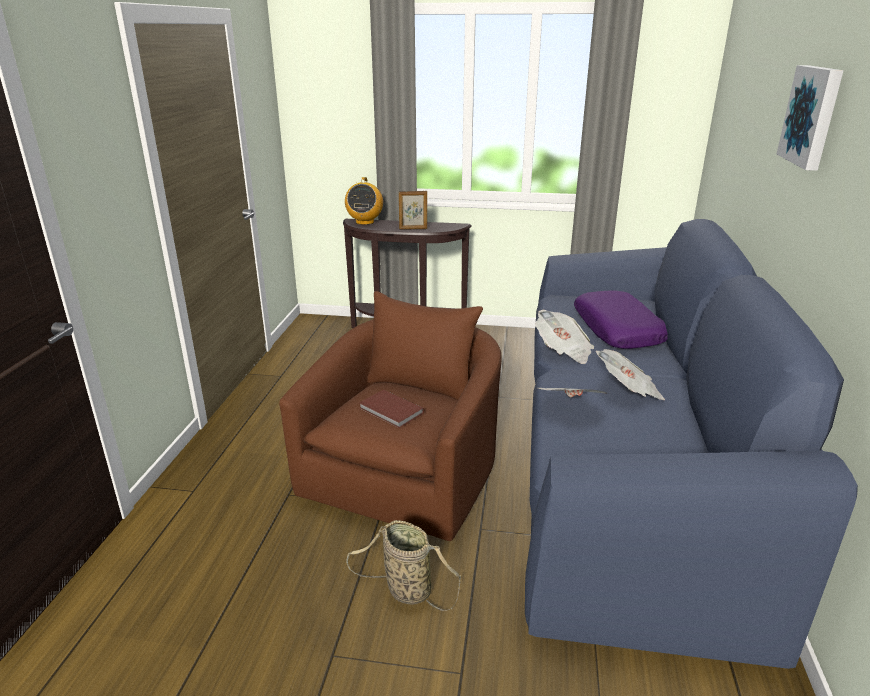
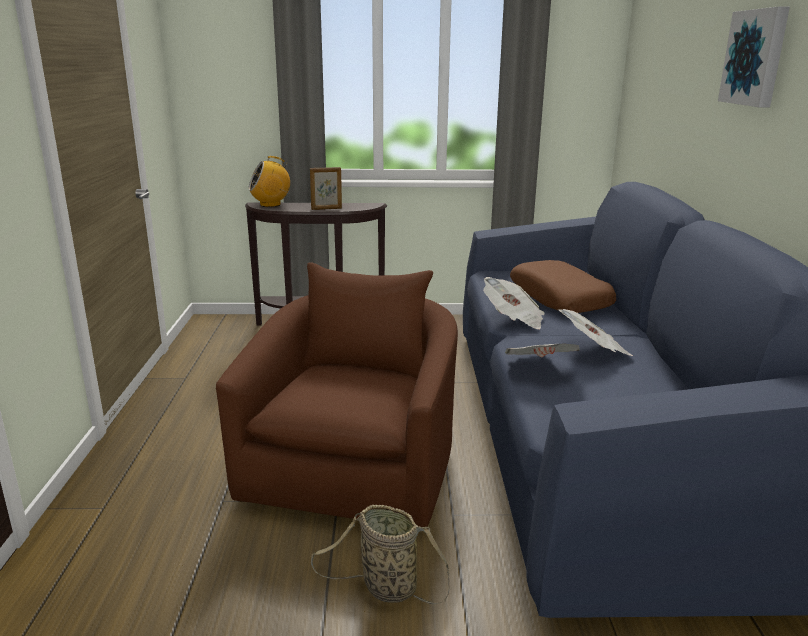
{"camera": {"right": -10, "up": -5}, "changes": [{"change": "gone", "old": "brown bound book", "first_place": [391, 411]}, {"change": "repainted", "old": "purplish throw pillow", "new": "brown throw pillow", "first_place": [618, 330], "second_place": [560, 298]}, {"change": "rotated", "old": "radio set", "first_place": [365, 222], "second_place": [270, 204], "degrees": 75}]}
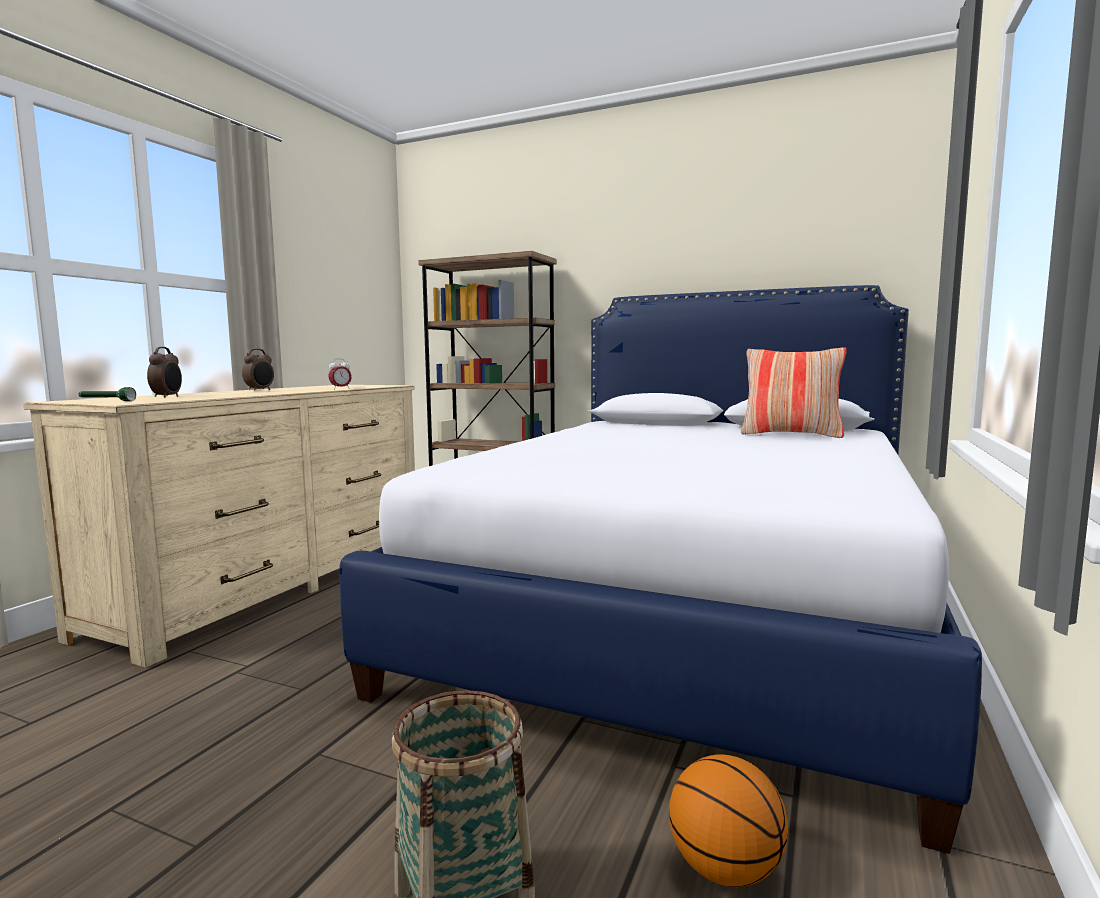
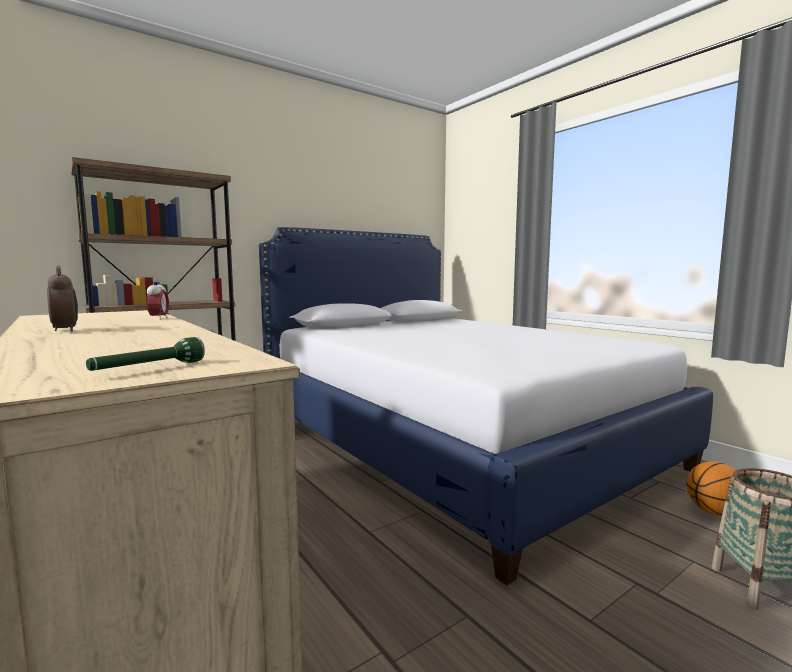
{"camera": {"right": -60, "up": 0}, "changes": [{"change": "gone", "old": "table clock", "first_place": [167, 397]}, {"change": "gone", "old": "throw pillow", "first_place": [791, 434]}]}
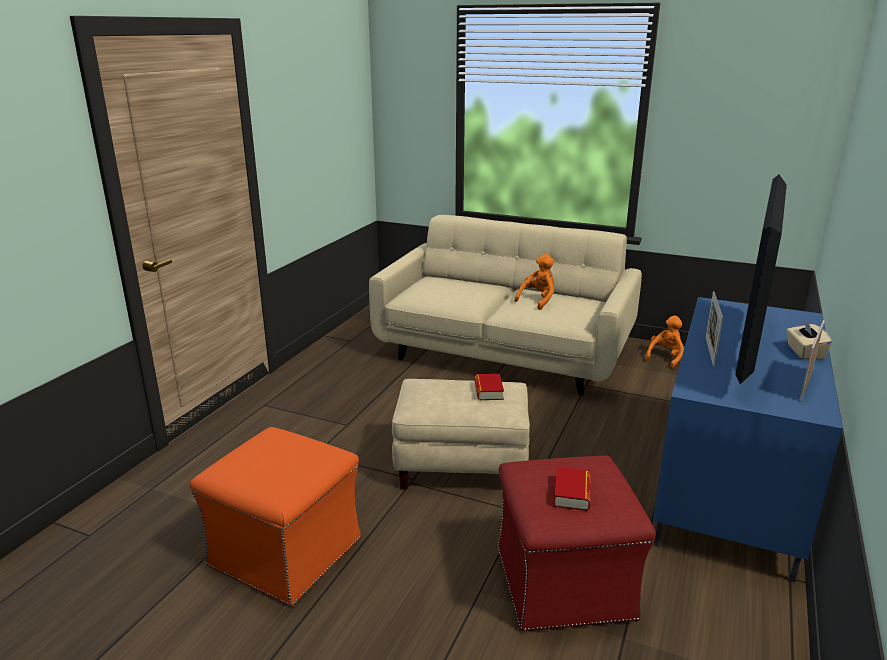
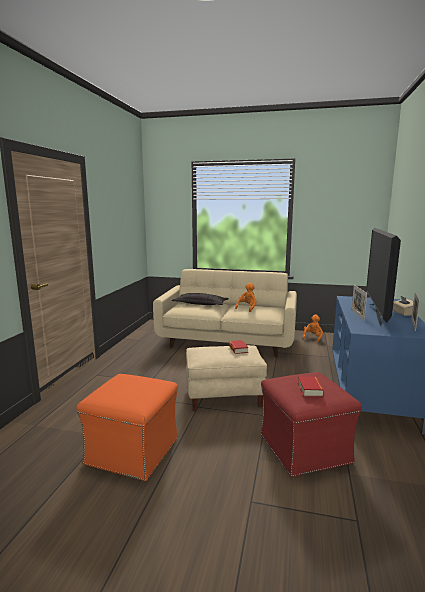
{"camera": {"right": -10, "up": -10}, "changes": [{"change": "new", "new": "throw pillow", "second_place": [200, 304]}]}
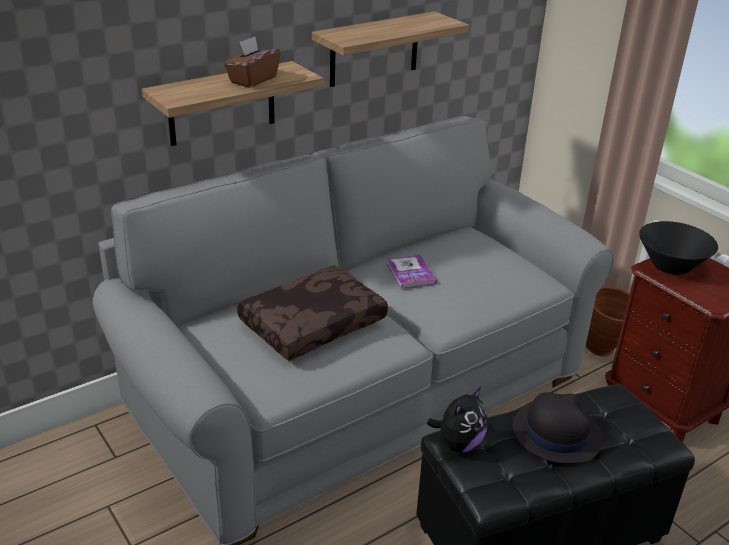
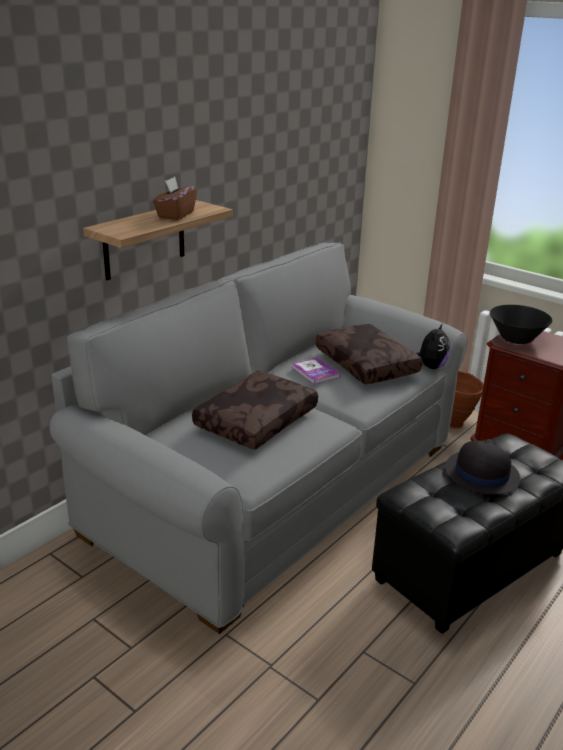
{"camera": {"right": -15, "up": -5}, "changes": [{"change": "gone", "old": "shelf", "first_place": [374, 49]}, {"change": "new", "new": "brown throw pillow", "second_place": [368, 364]}, {"change": "shifted", "old": "plush toy", "first_place": [458, 443], "second_place": [430, 366]}]}
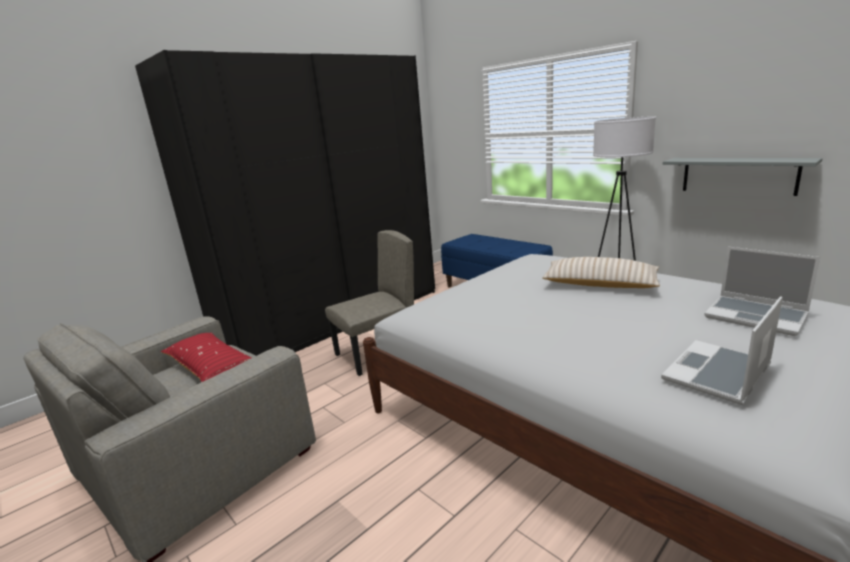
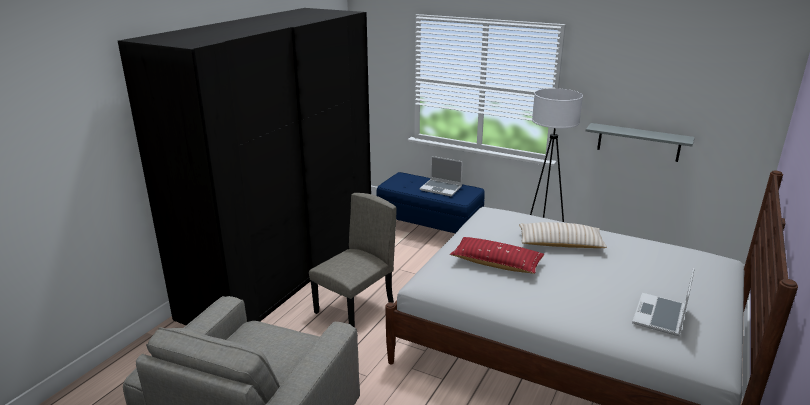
{"camera": {"right": -20, "up": 5}, "changes": [{"change": "shifted", "old": "red-coloured throw pillow", "first_place": [211, 368], "second_place": [496, 263]}, {"change": "shifted", "old": "laptop", "first_place": [757, 316], "second_place": [441, 188]}]}
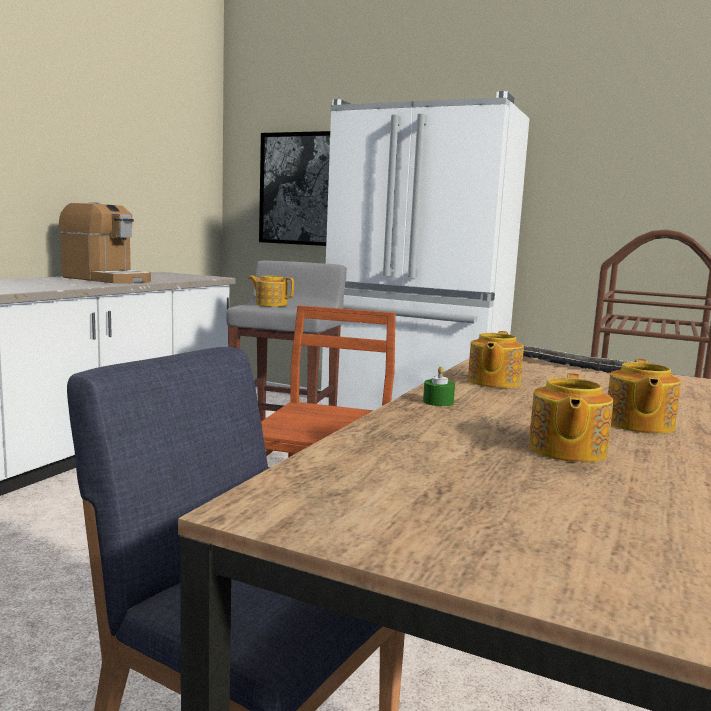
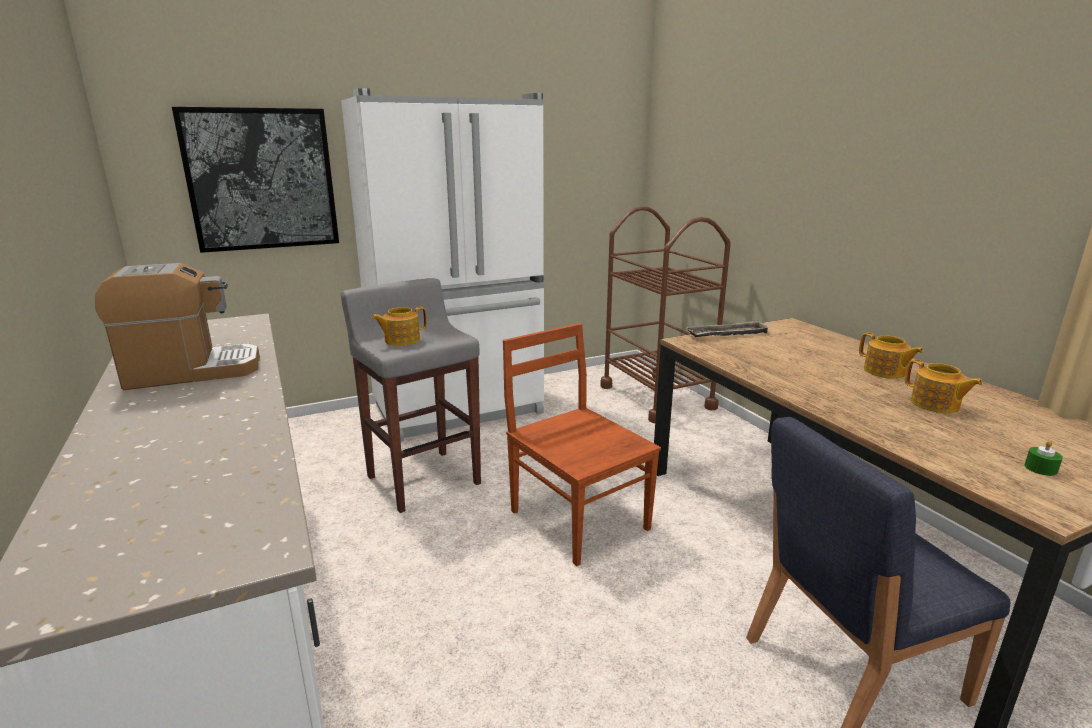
{"camera": {"right": -50, "up": 10}, "changes": [{"change": "gone", "old": "tea pot", "first_place": [492, 382]}, {"change": "shifted", "old": "green candle", "first_place": [438, 402], "second_place": [1040, 469]}]}
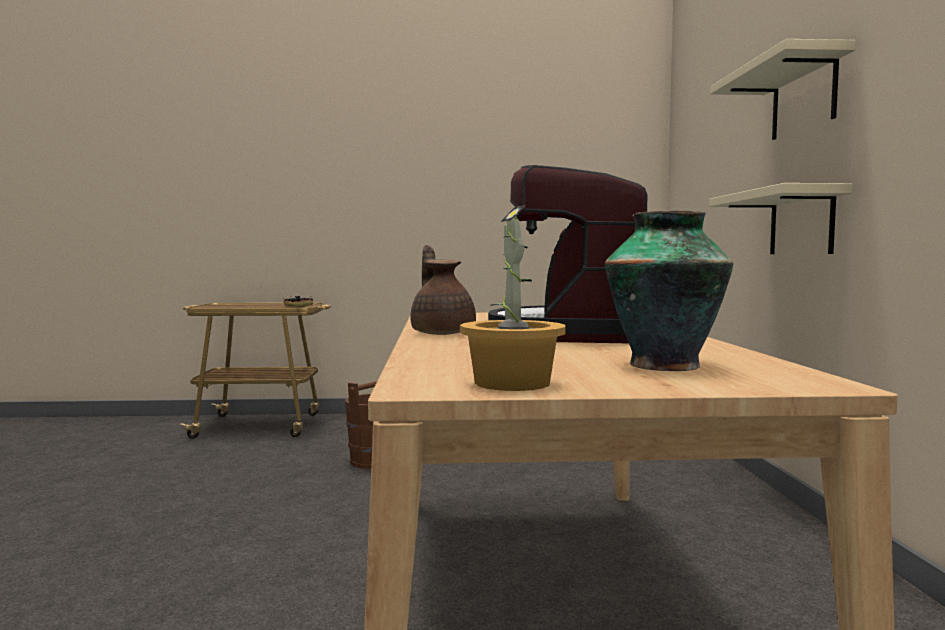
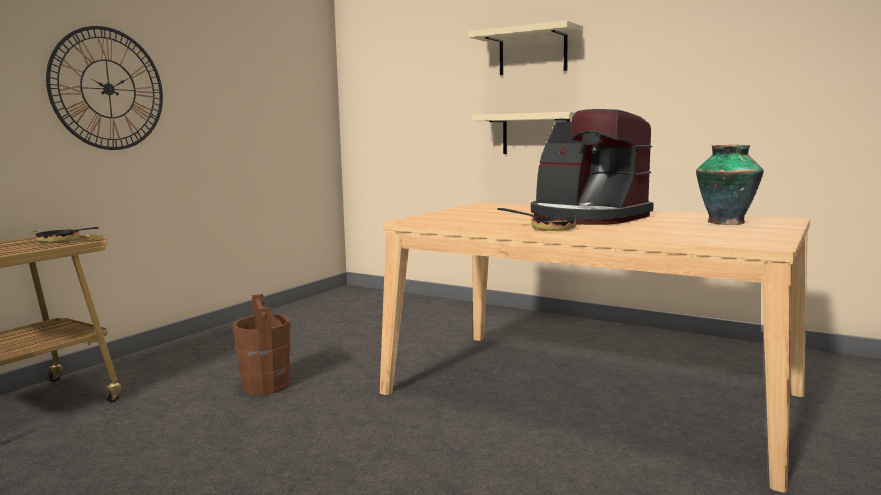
{"camera": {"right": -55, "up": 5}, "changes": [{"change": "gone", "old": "potted plant", "first_place": [513, 383]}, {"change": "new", "new": "hanging clock", "second_place": [108, 89]}, {"change": "swapped", "old": "brown tea pot", "new": "skillet", "first_place": [442, 333], "second_place": [546, 228]}]}
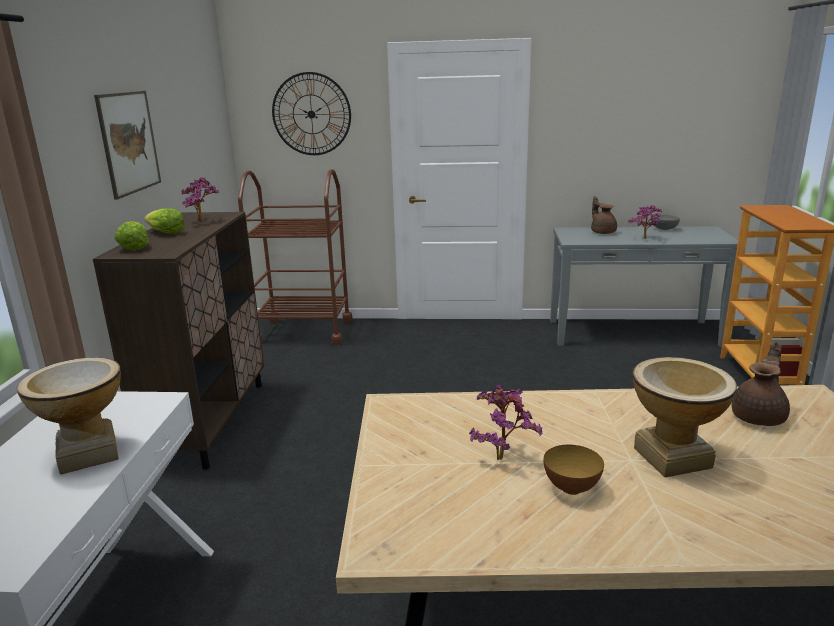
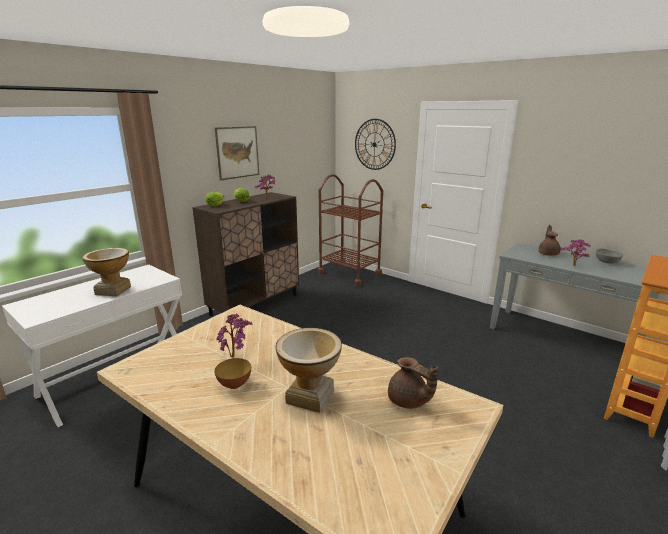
{"camera": {"right": 35, "up": 0}, "changes": [{"change": "rotated", "old": "brown tea pot", "first_place": [759, 417], "second_place": [408, 401], "degrees": 60}]}
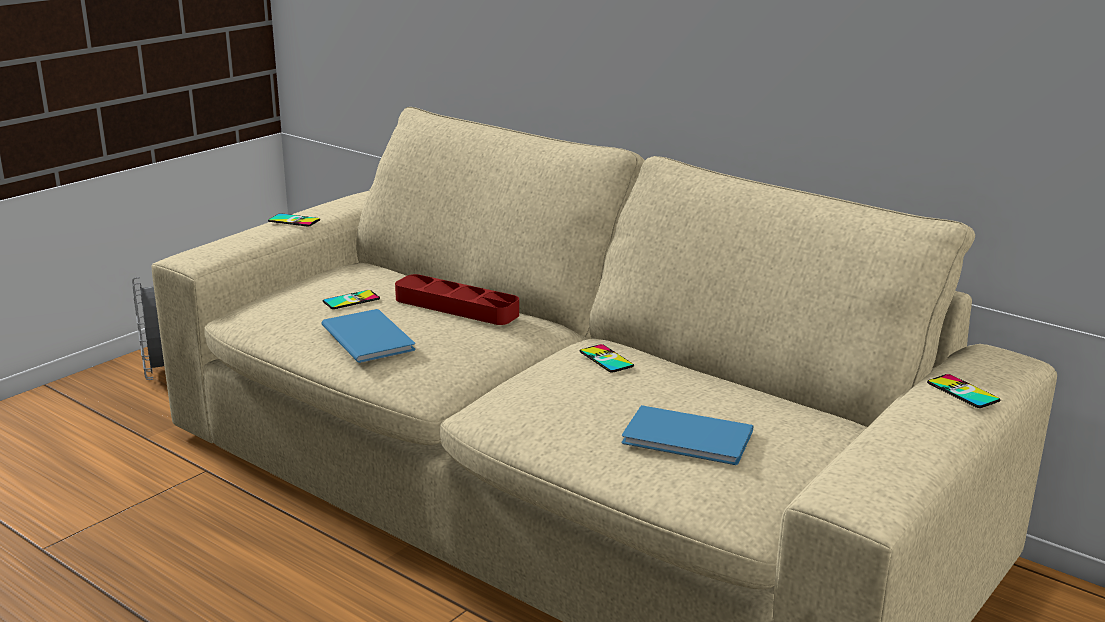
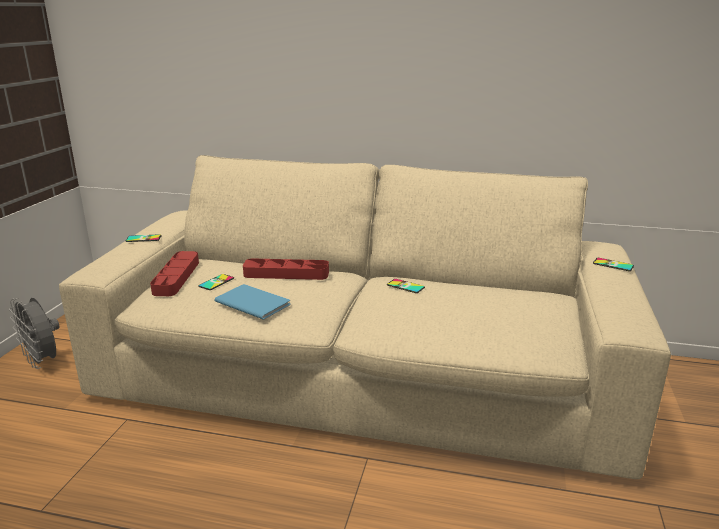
{"camera": {"right": -25, "up": 0}, "changes": [{"change": "gone", "old": "blue-coloured bound book", "first_place": [690, 439]}, {"change": "new", "new": "red-coloured tray", "second_place": [176, 277]}]}
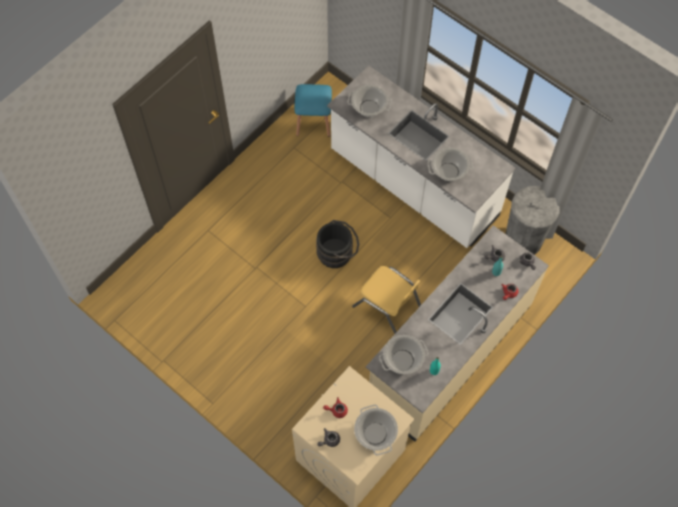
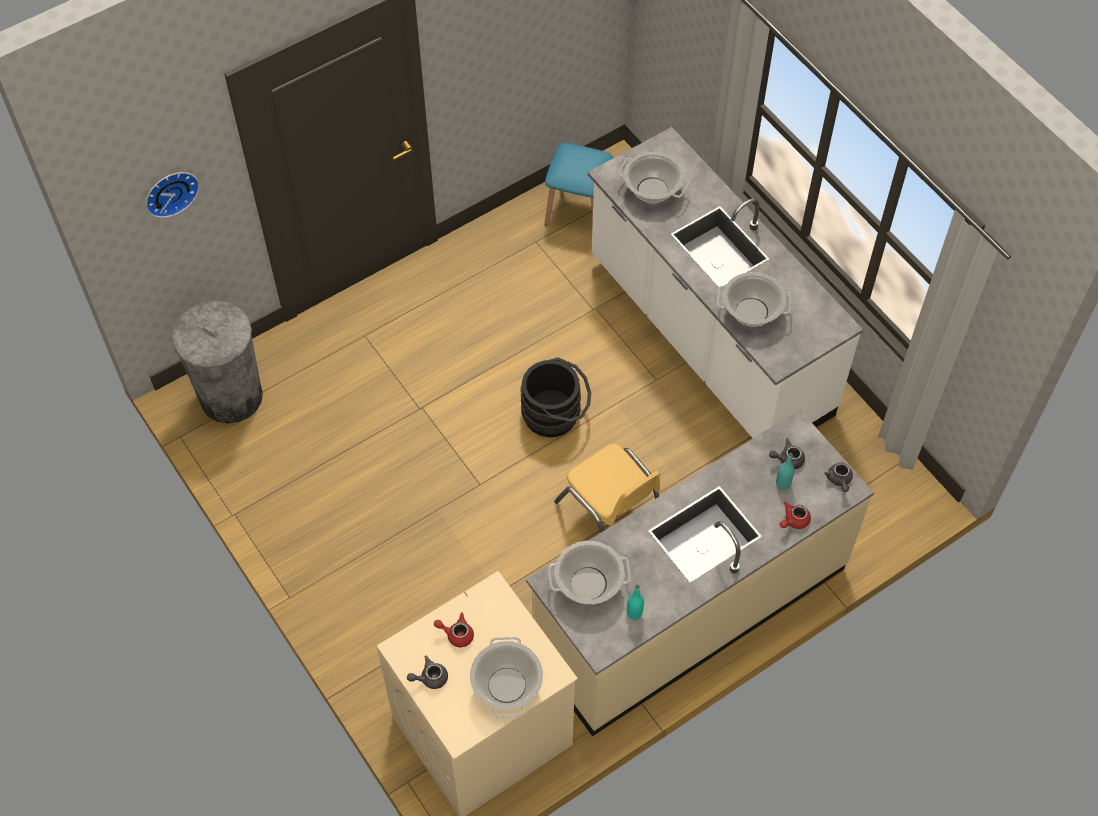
{"camera": {"right": 15, "up": -5}, "changes": [{"change": "new", "new": "hanging clock", "second_place": [170, 191]}, {"change": "shifted", "old": "greyish waste bin", "first_place": [523, 240], "second_place": [231, 396]}]}
